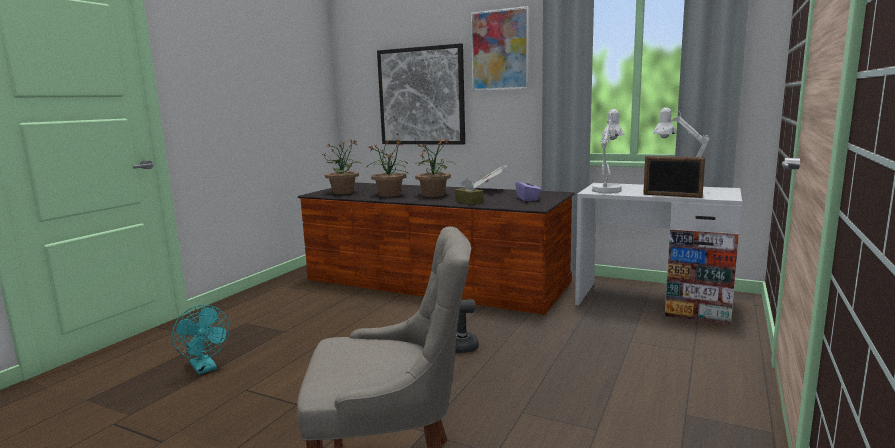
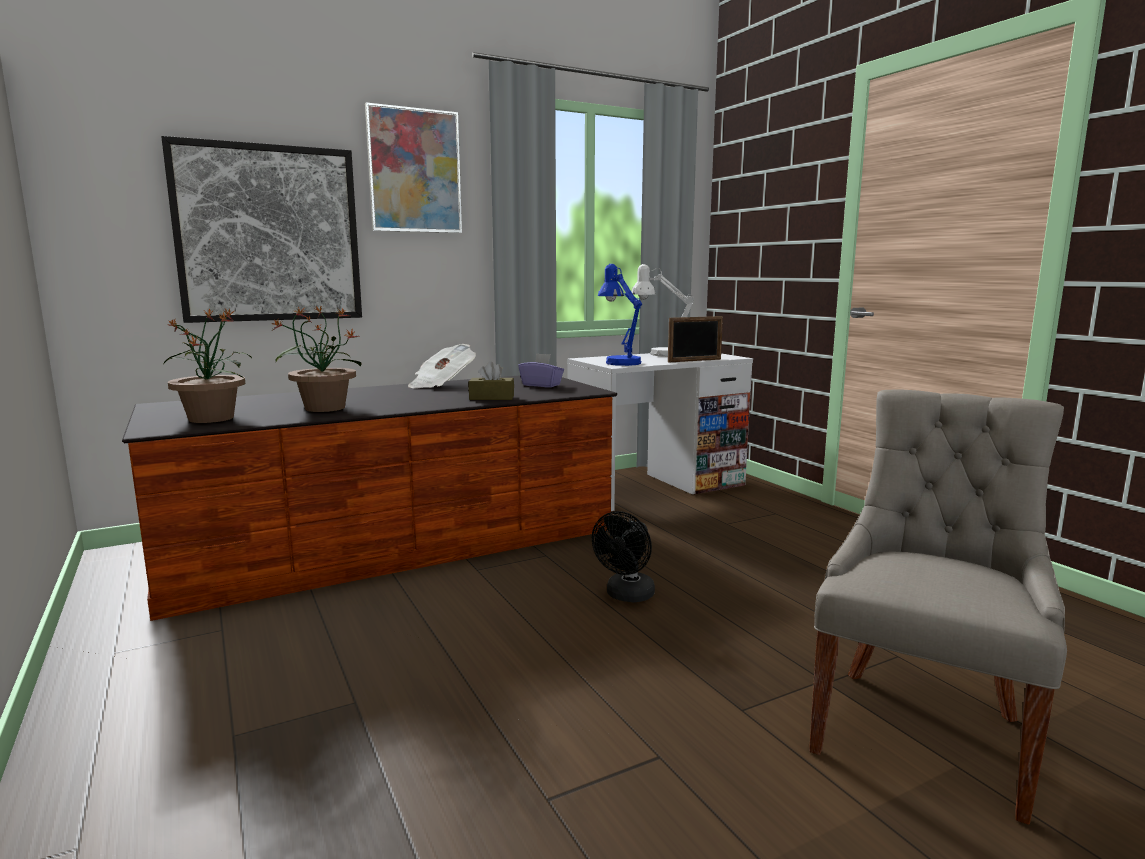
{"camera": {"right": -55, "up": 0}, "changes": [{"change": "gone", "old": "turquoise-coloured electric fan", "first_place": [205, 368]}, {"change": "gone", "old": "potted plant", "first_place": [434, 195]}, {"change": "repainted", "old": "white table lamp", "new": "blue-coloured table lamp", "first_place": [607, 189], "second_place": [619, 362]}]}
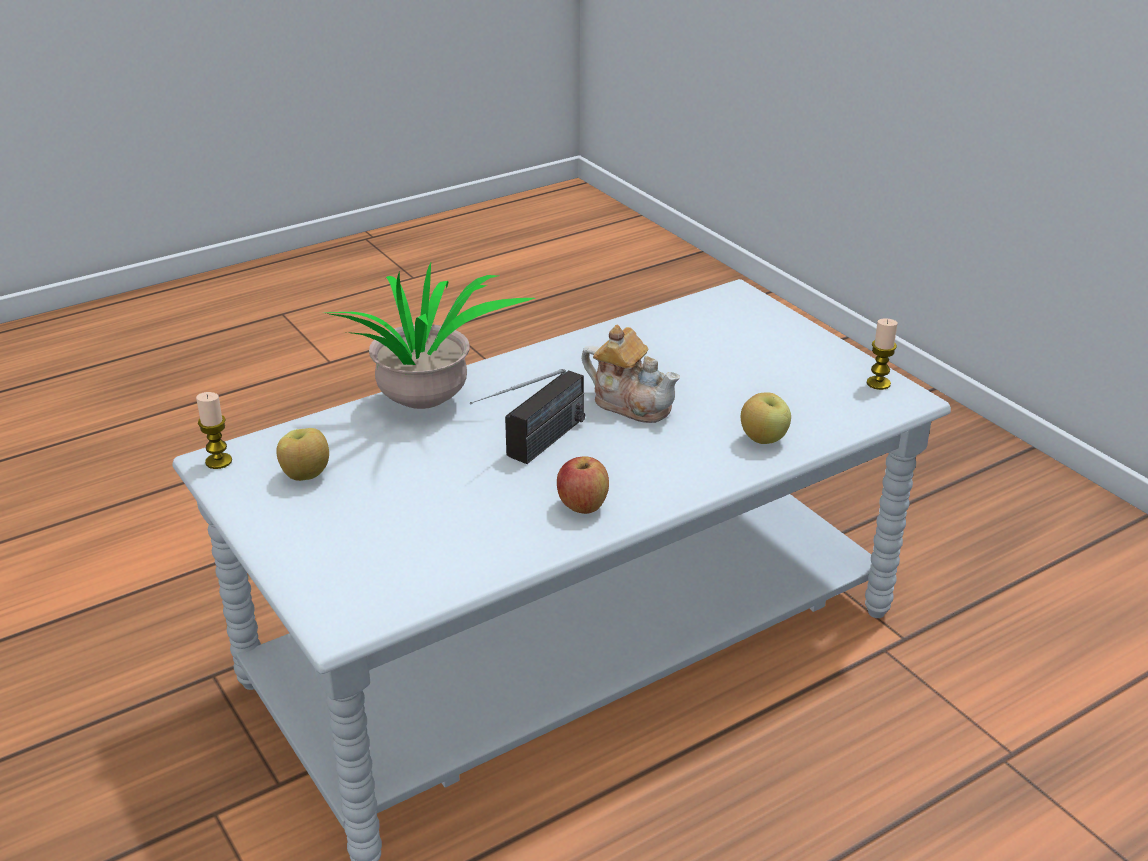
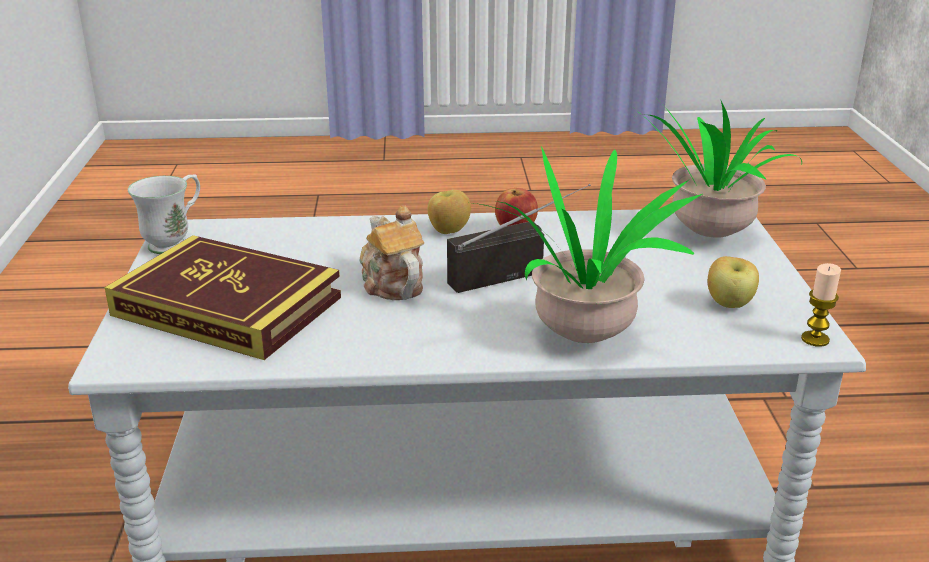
{"camera": {"right": -150, "up": -5}, "changes": [{"change": "new", "new": "bound book", "second_place": [227, 306]}, {"change": "new", "new": "potted plant", "second_place": [705, 237]}, {"change": "shifted", "old": "whole apple", "first_place": [763, 439], "second_place": [448, 231]}, {"change": "swapped", "old": "candle", "new": "white tea mug", "first_place": [878, 383], "second_place": [175, 242]}]}
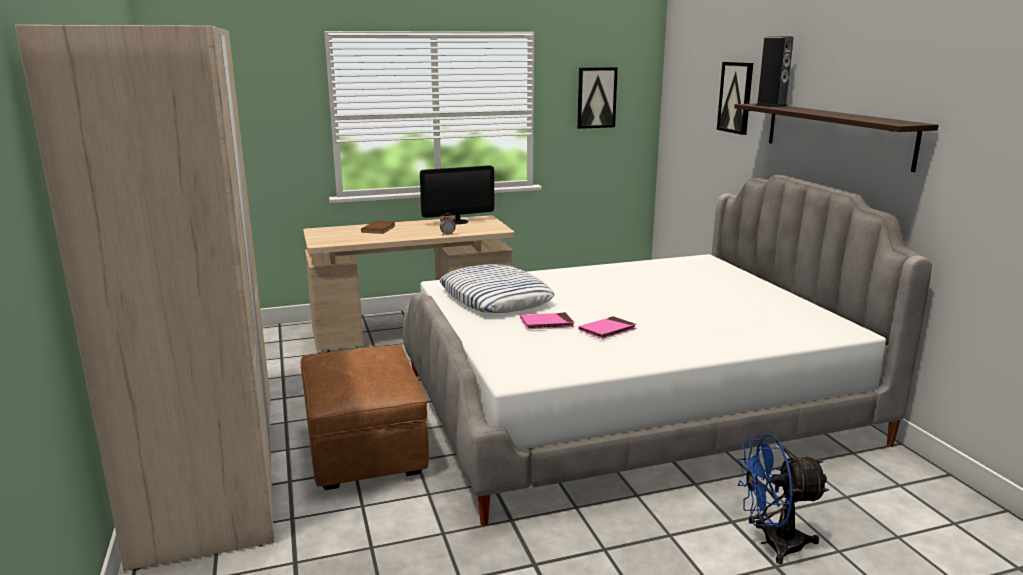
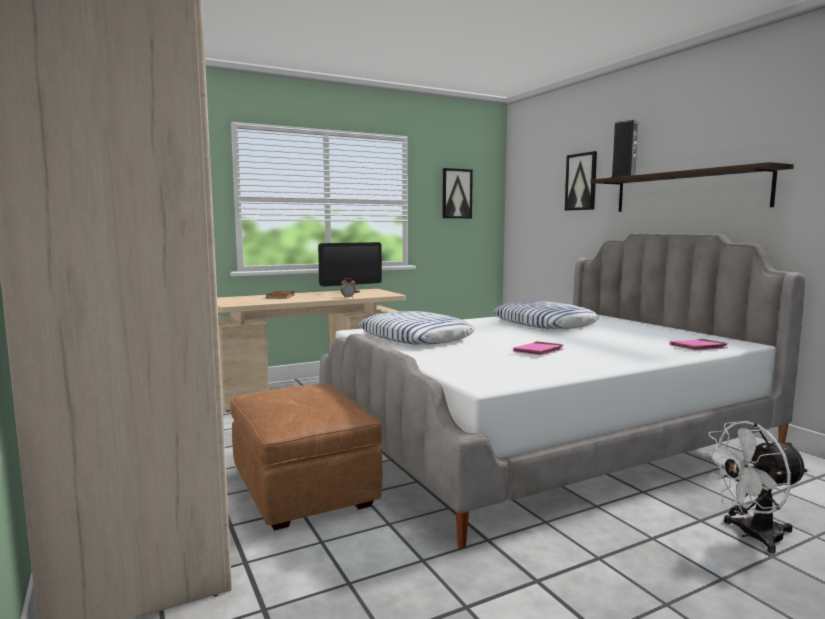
{"camera": {"right": -10, "up": -10}, "changes": [{"change": "new", "new": "throw pillow", "second_place": [544, 323]}, {"change": "shifted", "old": "pink-coloured bound book", "first_place": [547, 324], "second_place": [698, 347]}, {"change": "repainted", "old": "blue-coloured electric fan", "new": "white electric fan", "first_place": [772, 543], "second_place": [752, 535]}]}
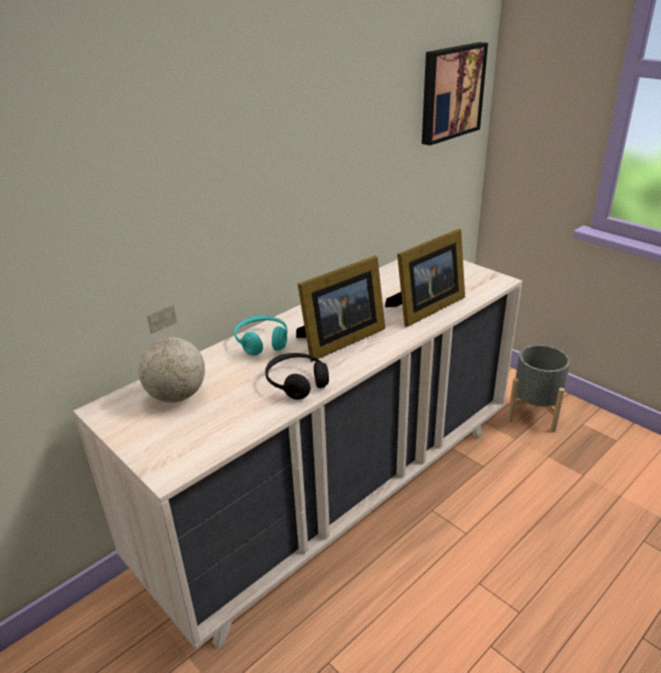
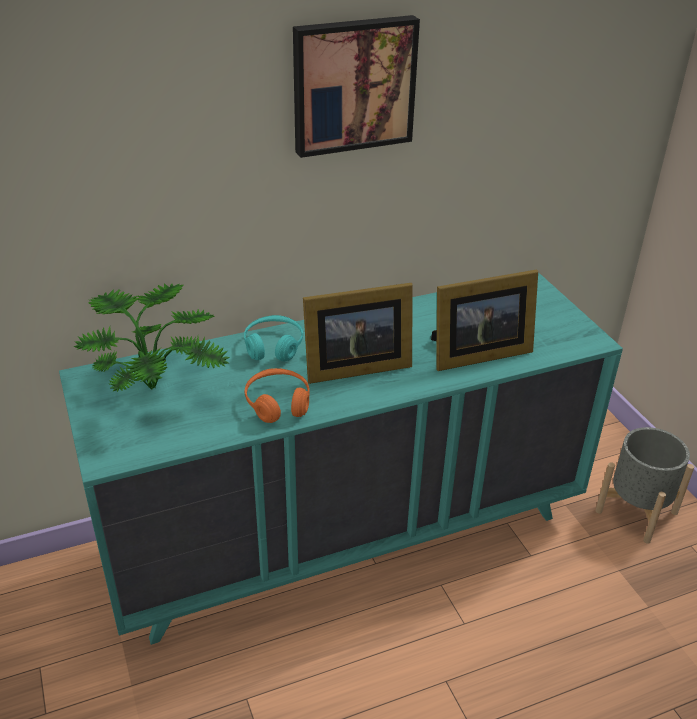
{"camera": {"right": 20, "up": 5}, "changes": [{"change": "shifted", "old": "picture", "first_place": [450, 92], "second_place": [352, 84]}, {"change": "swapped", "old": "globe", "new": "potted plant", "first_place": [178, 395], "second_place": [157, 383]}, {"change": "repainted", "old": "sand-coloured drawer chest", "new": "turquoise-coloured drawer chest", "first_place": [336, 495], "second_place": [346, 533]}, {"change": "repainted", "old": "black-coloured pair of headphones", "new": "orange-coloured pair of headphones", "first_place": [297, 382], "second_place": [278, 403]}]}
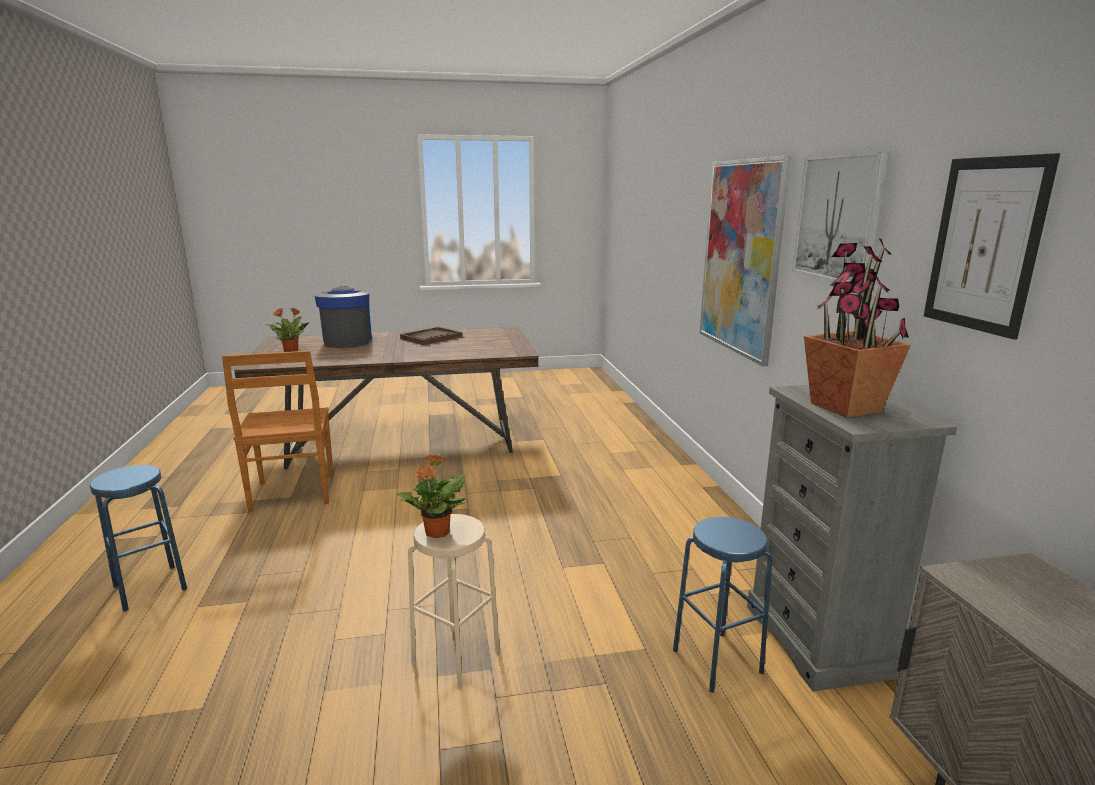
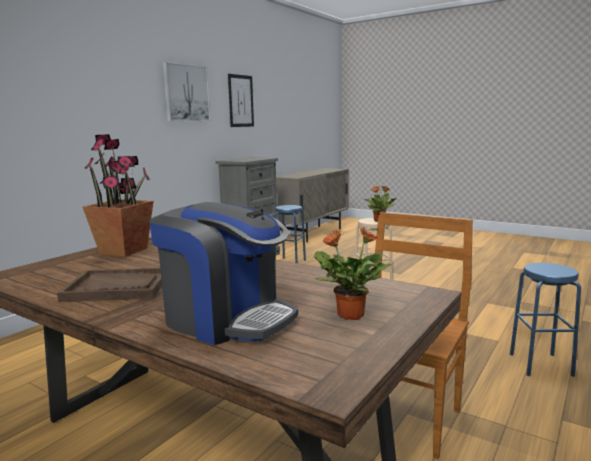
{"camera": {"right": -135, "up": -5}, "changes": [{"change": "gone", "old": "picture", "first_place": [740, 257]}, {"change": "shifted", "old": "potted plant", "first_place": [845, 407], "second_place": [124, 251]}, {"change": "rotated", "old": "coffee machine", "first_place": [347, 341], "second_place": [227, 319], "degrees": -90}]}
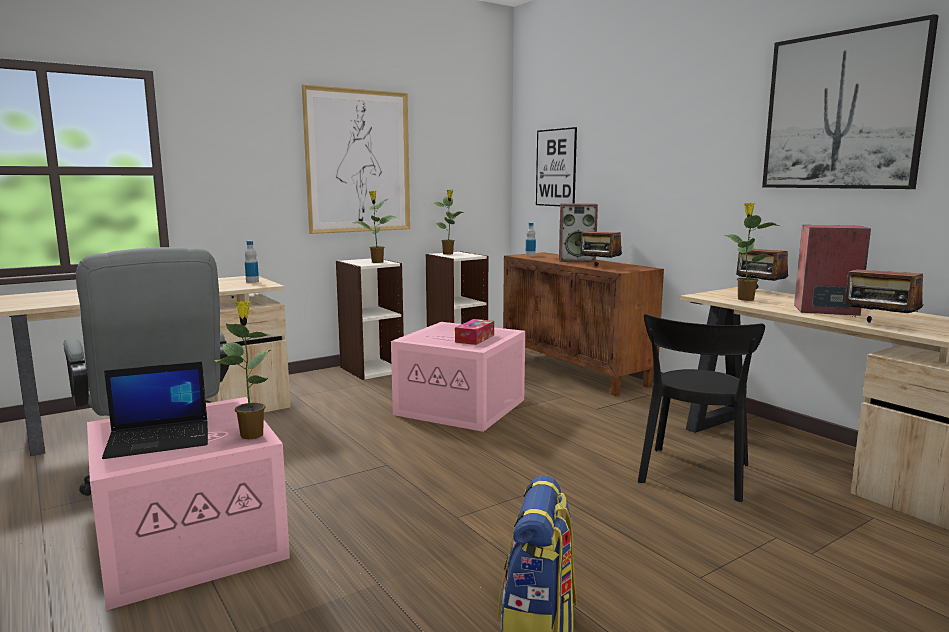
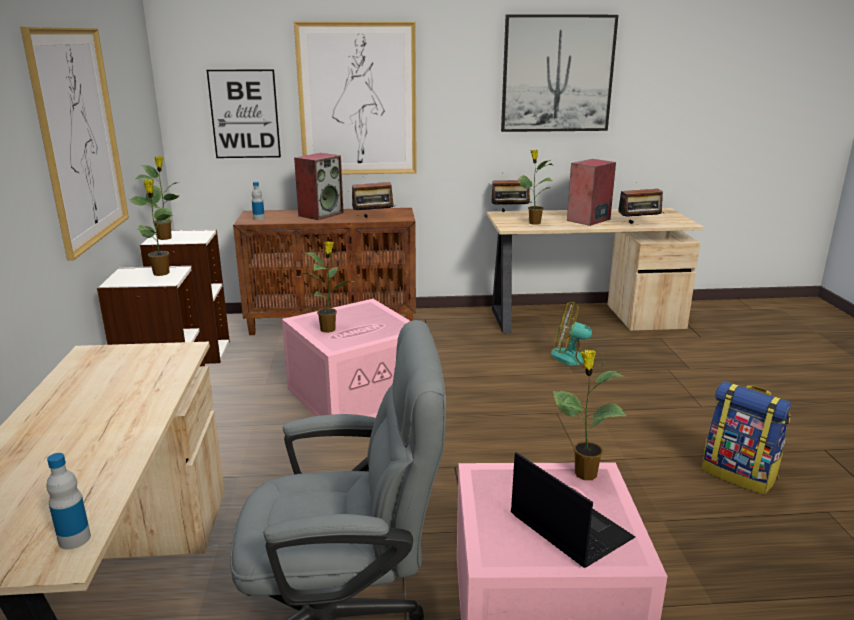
{"camera": {"right": -60, "up": 10}, "changes": [{"change": "gone", "old": "tissue box", "first_place": [475, 338]}, {"change": "new", "new": "picture", "second_place": [357, 100]}, {"change": "new", "new": "potted plant", "second_place": [329, 329]}, {"change": "shifted", "old": "beverage bottle", "first_place": [252, 282], "second_place": [74, 539]}, {"change": "swapped", "old": "black-coloured upright chair", "new": "electric fan", "first_place": [693, 475], "second_place": [576, 359]}, {"change": "rotated", "old": "laptop", "first_place": [160, 439], "second_place": [568, 526], "degrees": -45}]}
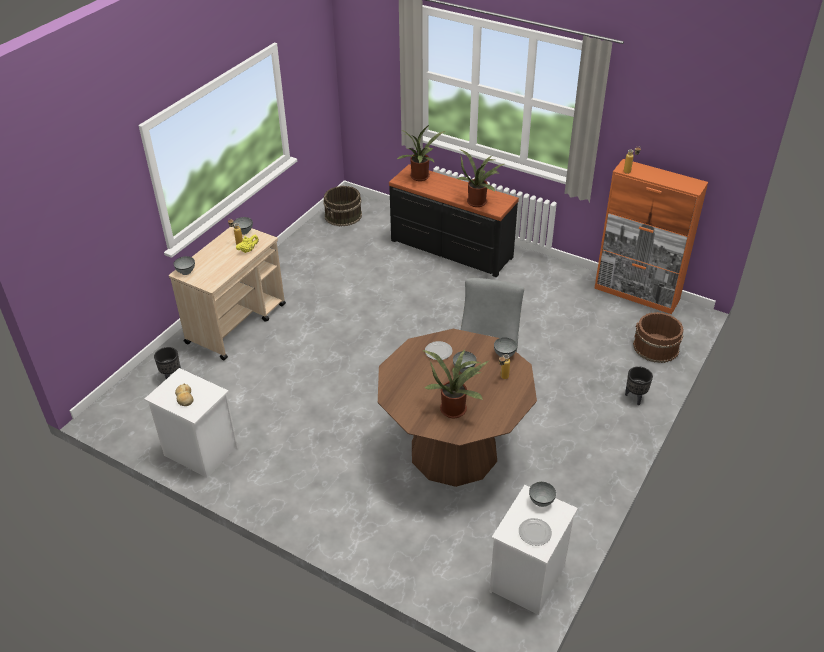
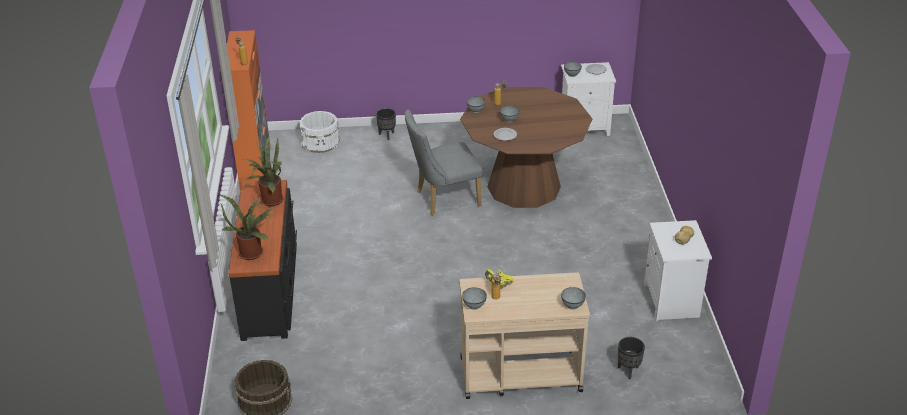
{"camera": {"right": -125, "up": -5}, "changes": [{"change": "gone", "old": "potted plant", "first_place": [455, 408]}, {"change": "repainted", "old": "brown water bucket", "new": "white water bucket", "first_place": [655, 347], "second_place": [321, 142]}]}
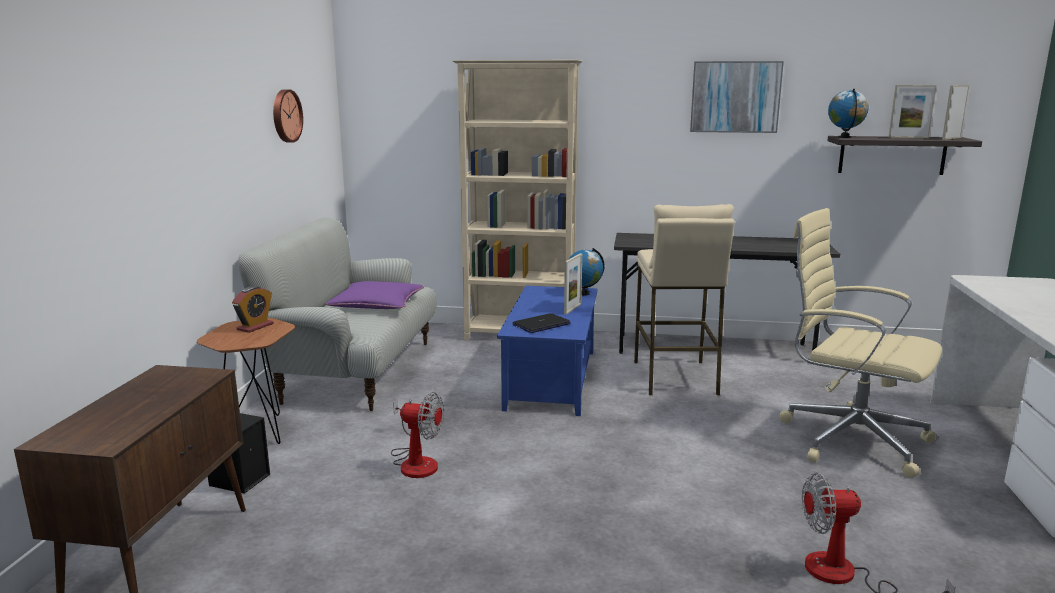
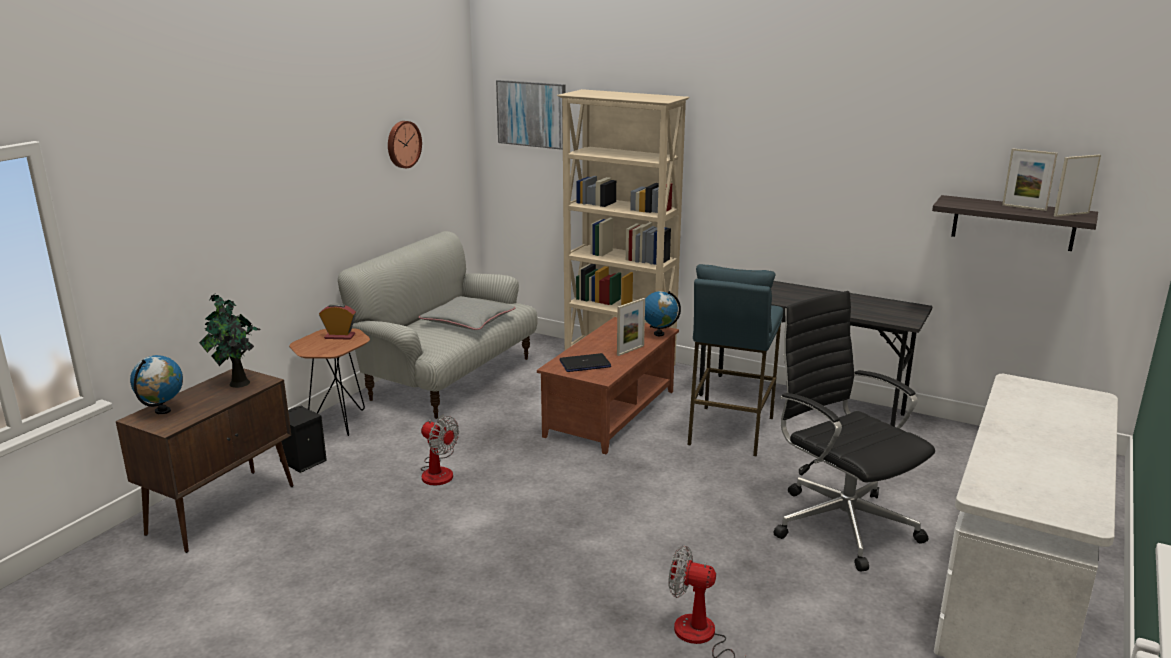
{"camera": {"right": 20, "up": 5}, "changes": [{"change": "new", "new": "potted plant", "second_place": [237, 383]}, {"change": "shifted", "old": "picture", "first_place": [735, 97], "second_place": [532, 114]}, {"change": "shifted", "old": "globe", "first_place": [845, 137], "second_place": [163, 411]}, {"change": "repainted", "old": "purplish throw pillow", "new": "greyish throw pillow", "first_place": [377, 304], "second_place": [468, 320]}, {"change": "repainted", "old": "blue-coloured low table", "new": "brown low table", "first_place": [550, 379], "second_place": [609, 413]}, {"change": "repainted", "old": "sand-coloured stool", "new": "blue-coloured stool", "first_place": [675, 378], "second_place": [729, 431]}, {"change": "repainted", "old": "sand-coloured office chair", "new": "black-coloured office chair", "first_place": [849, 438], "second_place": [840, 523]}, {"change": "rotated", "old": "table clock", "first_place": [255, 327], "second_place": [340, 336], "degrees": -135}]}
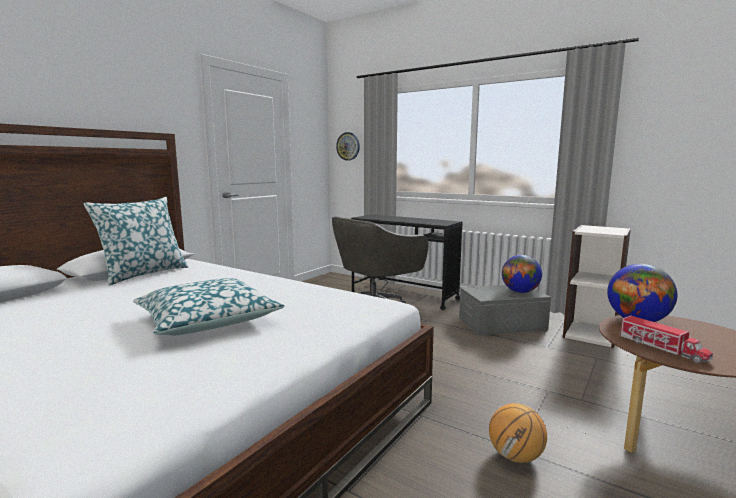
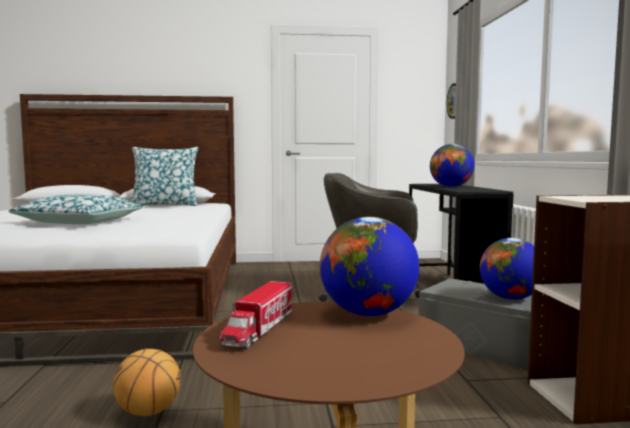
{"camera": {"right": 50, "up": -5}, "changes": [{"change": "new", "new": "globe", "second_place": [451, 187]}]}
